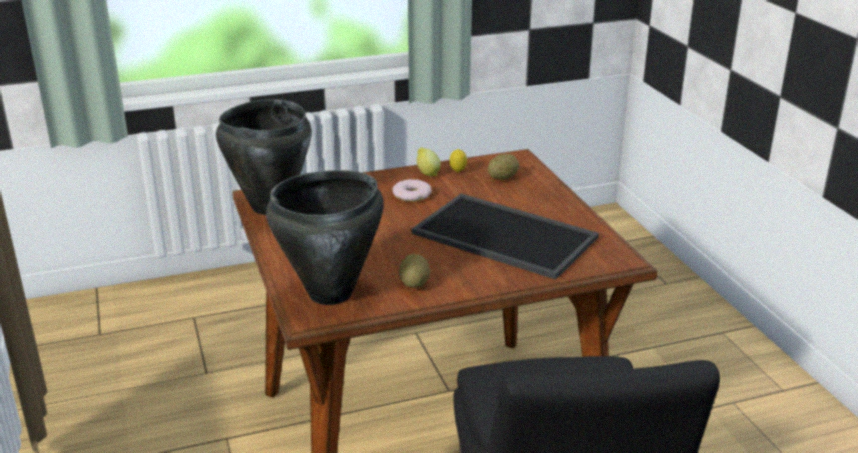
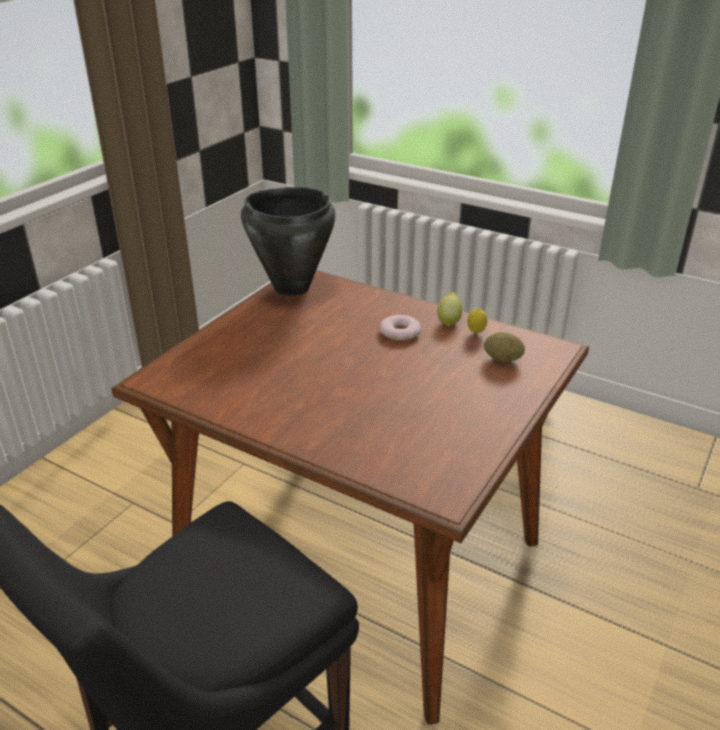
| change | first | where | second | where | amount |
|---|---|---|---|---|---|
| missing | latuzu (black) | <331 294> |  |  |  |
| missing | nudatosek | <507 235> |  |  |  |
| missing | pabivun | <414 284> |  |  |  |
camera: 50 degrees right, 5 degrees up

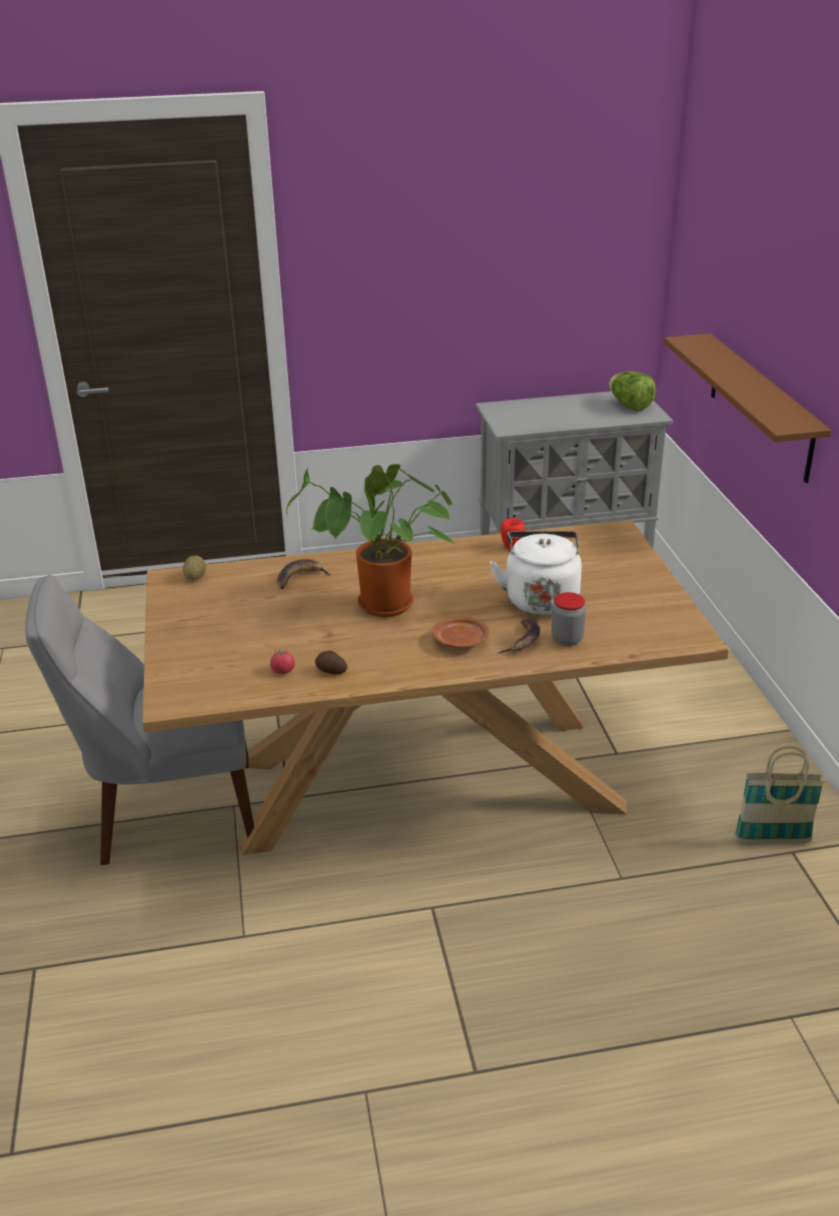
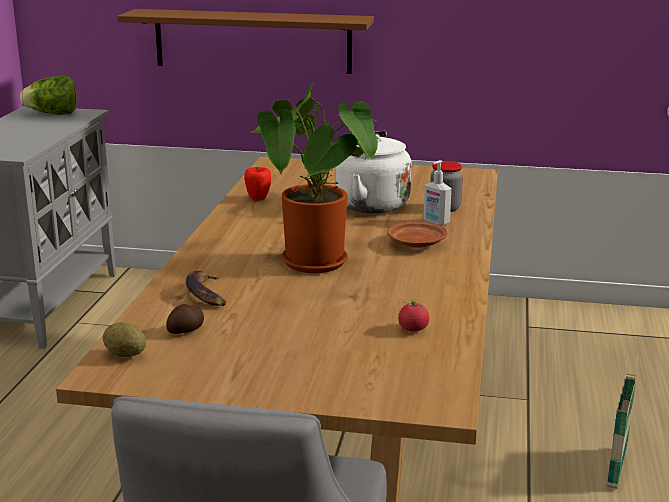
| change | first | where | second | where | amount |
|---|---|---|---|---|---|
| exchanged | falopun | <522 641> | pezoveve | <435 222> |  |
| relocated | pabivun | <330 671> |  | <186 331> |  |
| relocated | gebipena | <772 841> |  | <616 468> |  |
camera: 70 degrees left, 10 degrees down

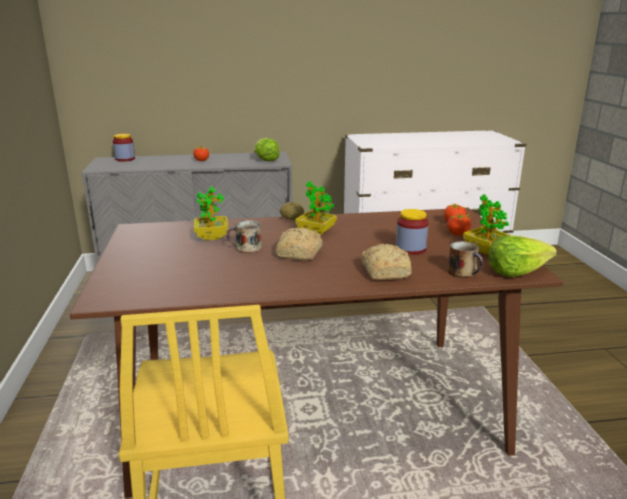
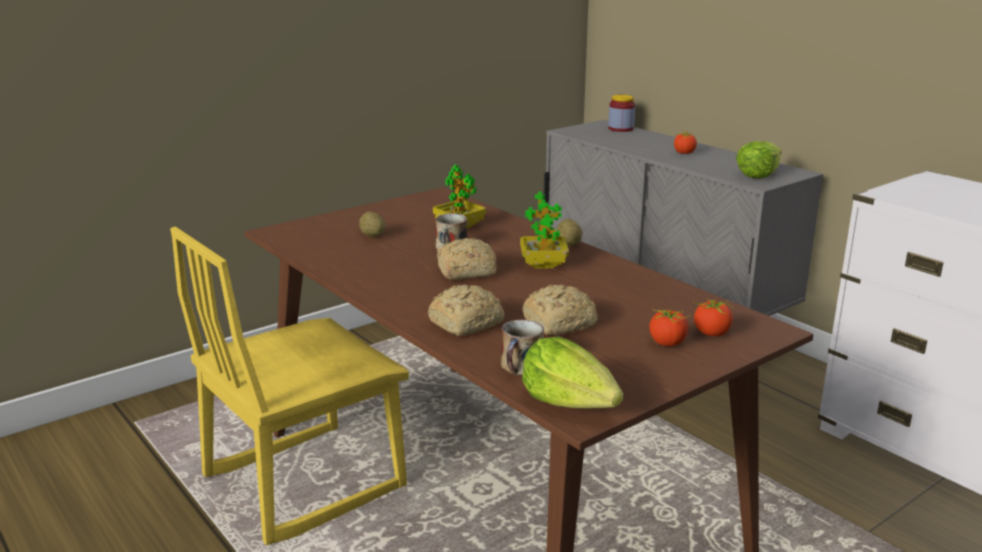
| change | first | where | second | where | amount |
|---|---|---|---|---|---|
| missing | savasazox | <485 250> |  |  |  |
| exchanged | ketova | <410 249> | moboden | <561 323> |  |
| appeared |  |  | pabivun | <372 236> |  |
camera: 60 degrees right, 0 degrees up

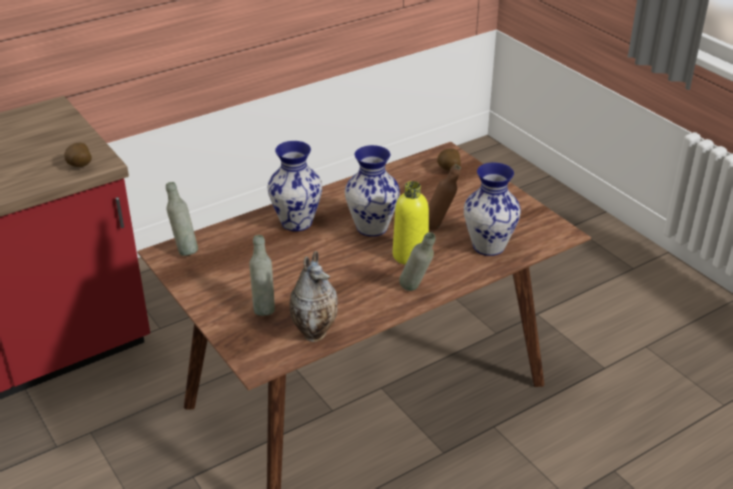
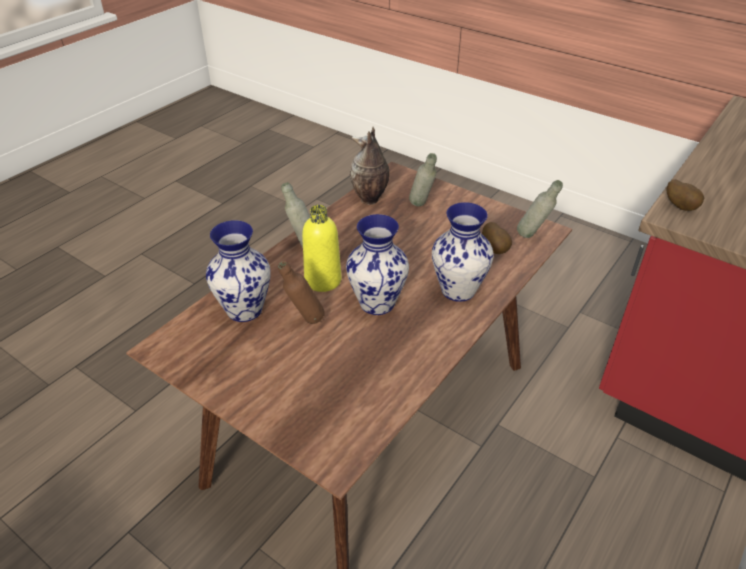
| change | first | where | second | where | amount |
|---|---|---|---|---|---|
| relocated | pabivun | <448 170> |  | <495 249> |  |
camera: 160 degrees right, 5 degrees up

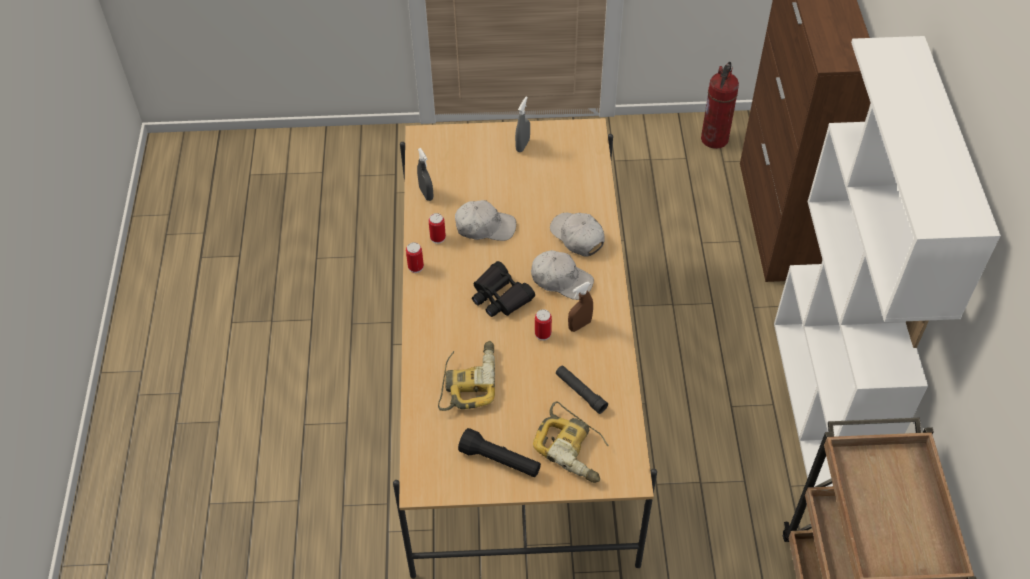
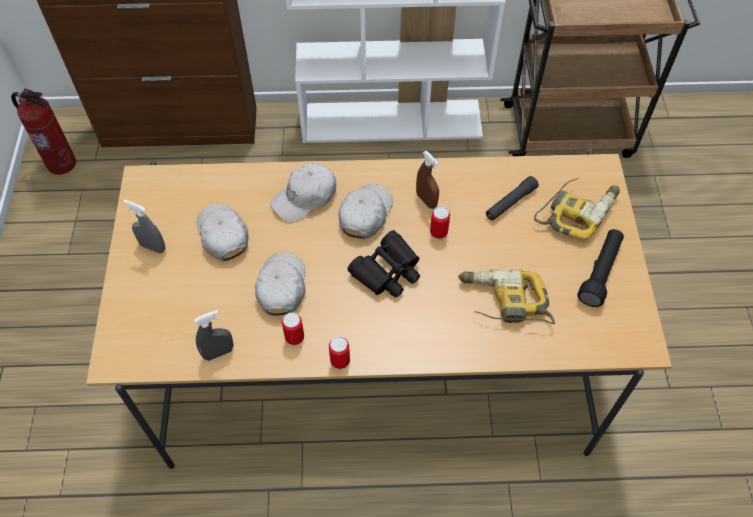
| change | first | where | second | where | amount |
|---|---|---|---|---|---|
| appeared |  |  | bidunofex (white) | <223 235> |  |
camera: 90 degrees left, 5 degrees up

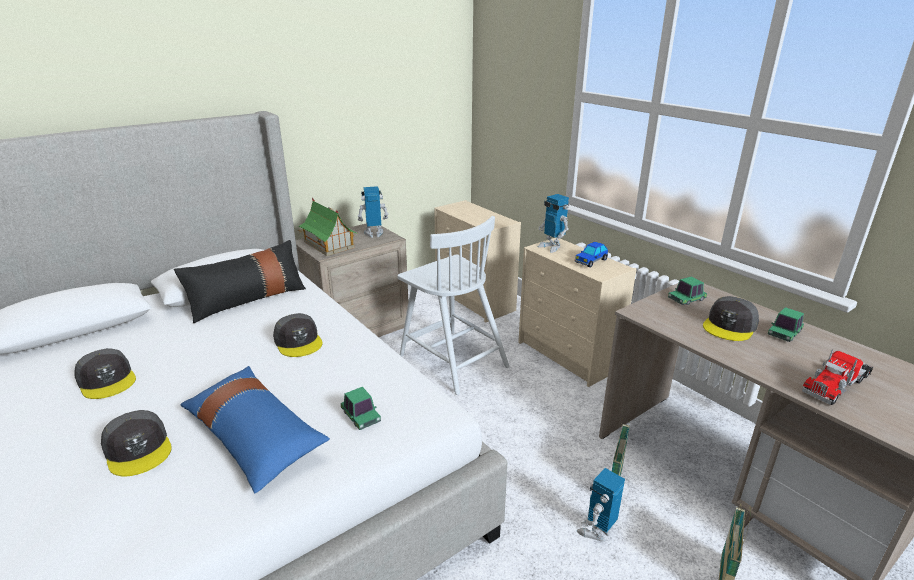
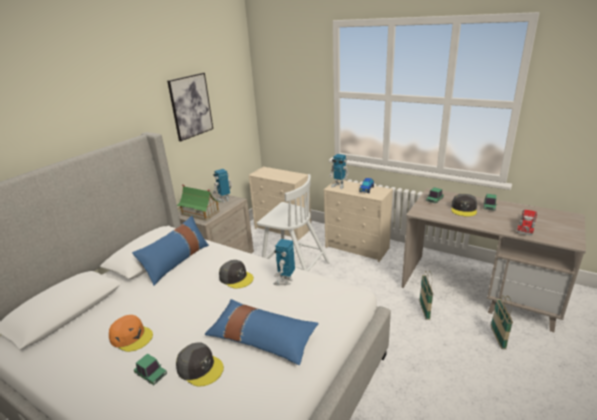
| change | first | where | second | where | amount |
|---|---|---|---|---|---|
| colour | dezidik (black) | <248 300> | dezidik (blue) | <177 261> |  |
| colour | bidunofex (grey) | <107 380> | bidunofex (orange) | <131 337> |  |
| relocated | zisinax | <360 416> |  | <151 374> |  |
| relocated | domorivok | <597 531> |  | <285 281> |  |
| appeared |  |  | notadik | <191 106> |  |
camera: 20 degrees left, 0 degrees up

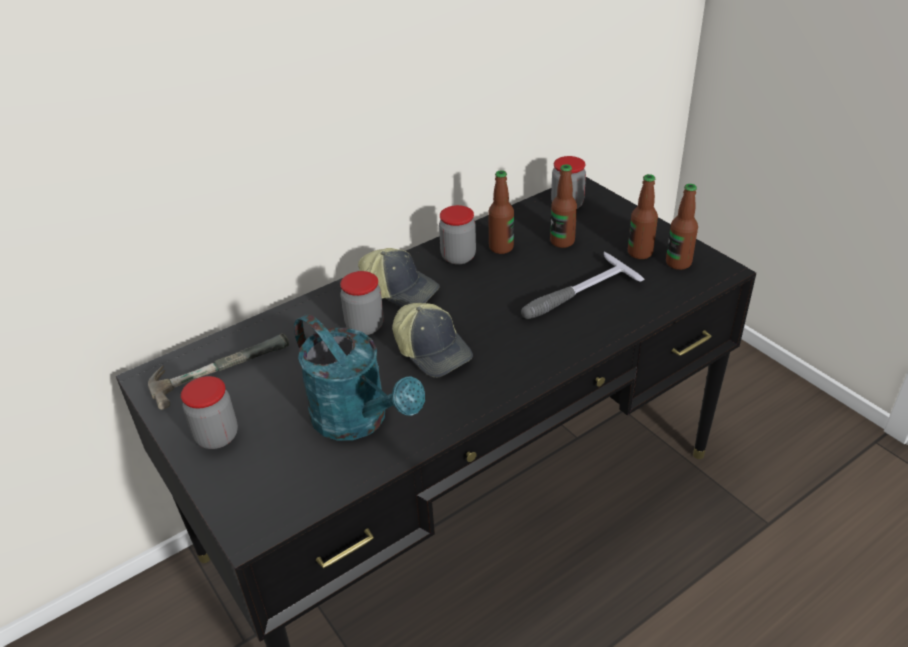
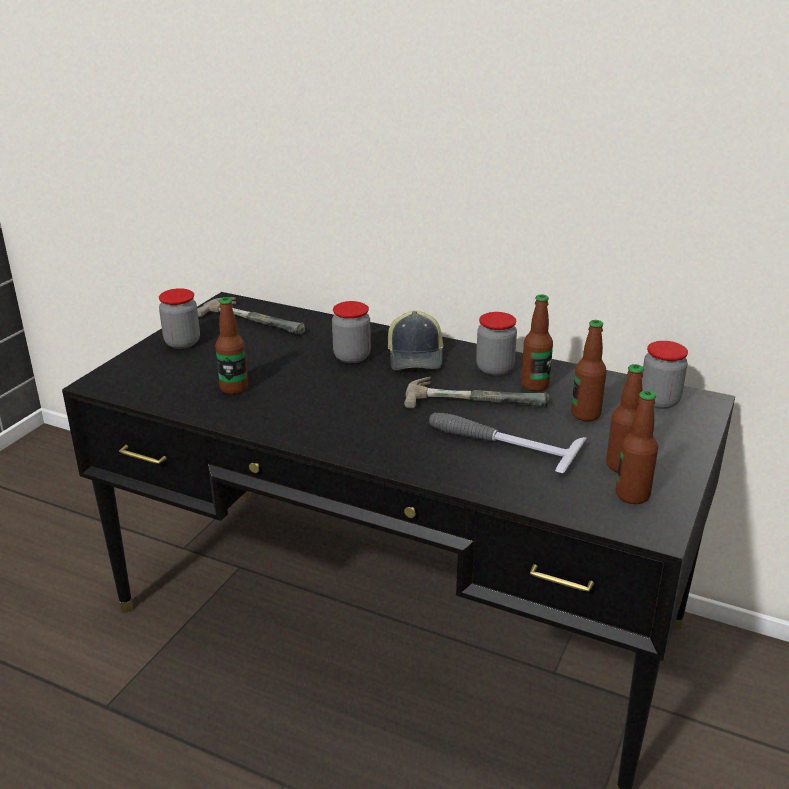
| change | first | where | second | where | amount |
|---|---|---|---|---|---|
| missing | bidunofex | <433 350> |  |  |  |
| exchanged | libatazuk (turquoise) | <359 420> | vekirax | <234 388> |  |
| appeared |  |  | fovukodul | <475 397> |  |
camera: 60 degrees right, 10 degrees down

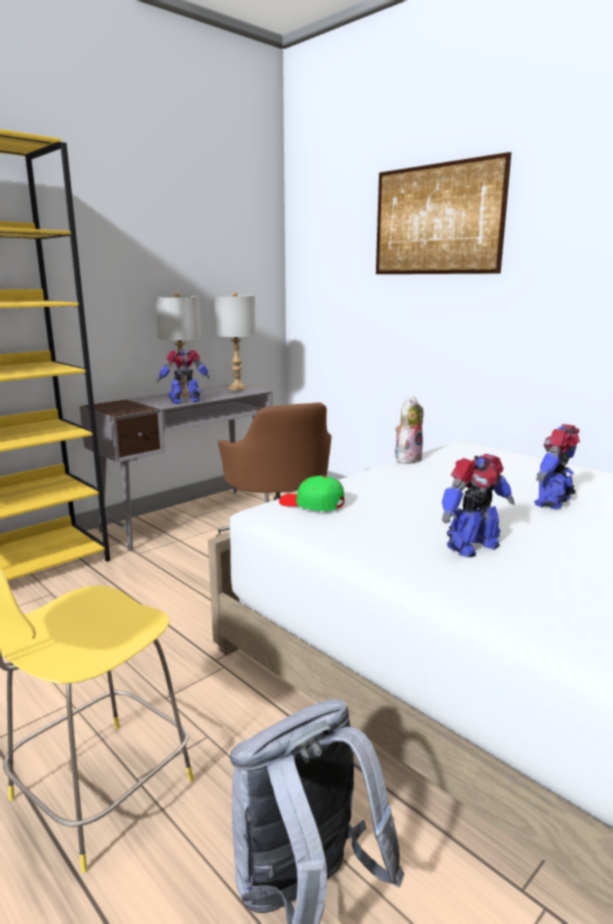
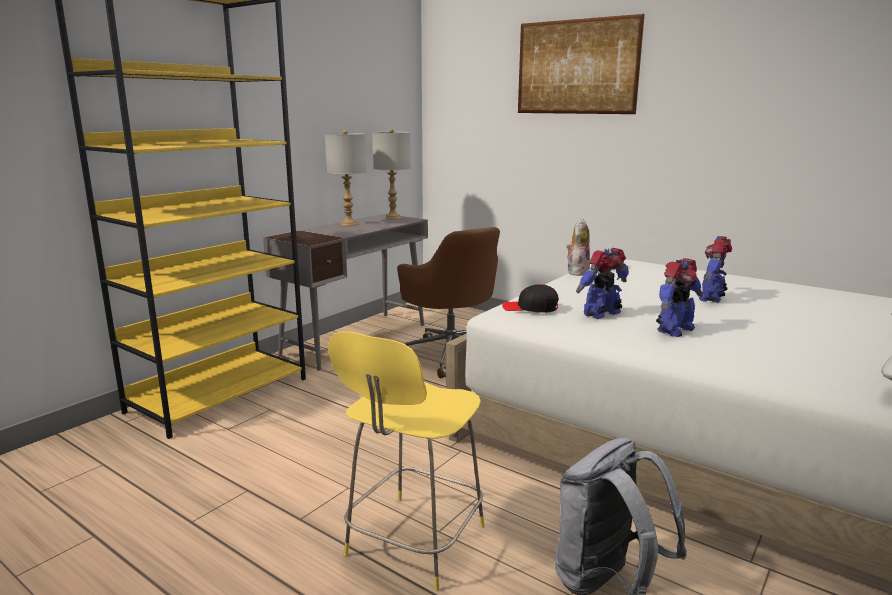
| change | first | where | second | where | amount |
|---|---|---|---|---|---|
| relocated | domorivok | <186 402> |  | <603 314> |  |
| colour | bidunofex (green) | <312 504> | bidunofex (black) | <530 308> |  |
camera: 10 degrees left, 0 degrees up

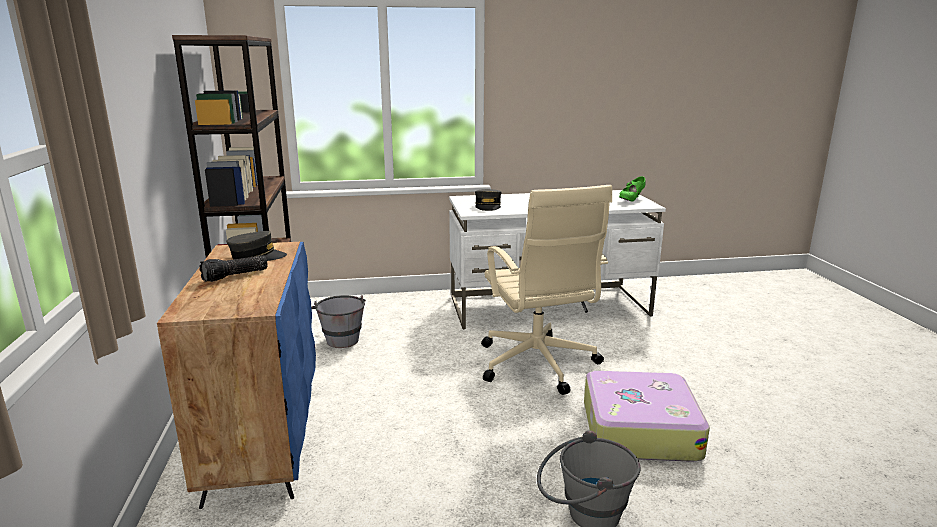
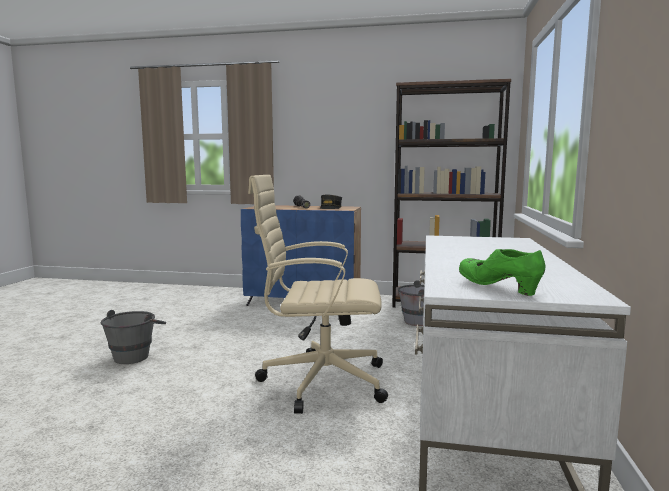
| change | first | where | second | where | amount |
|---|---|---|---|---|---|
| missing | bidunofex (grey) | <488 206> |  |  |  |
| missing | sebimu | <638 429> |  |  |  |
camera: 110 degrees right, 10 degrees down

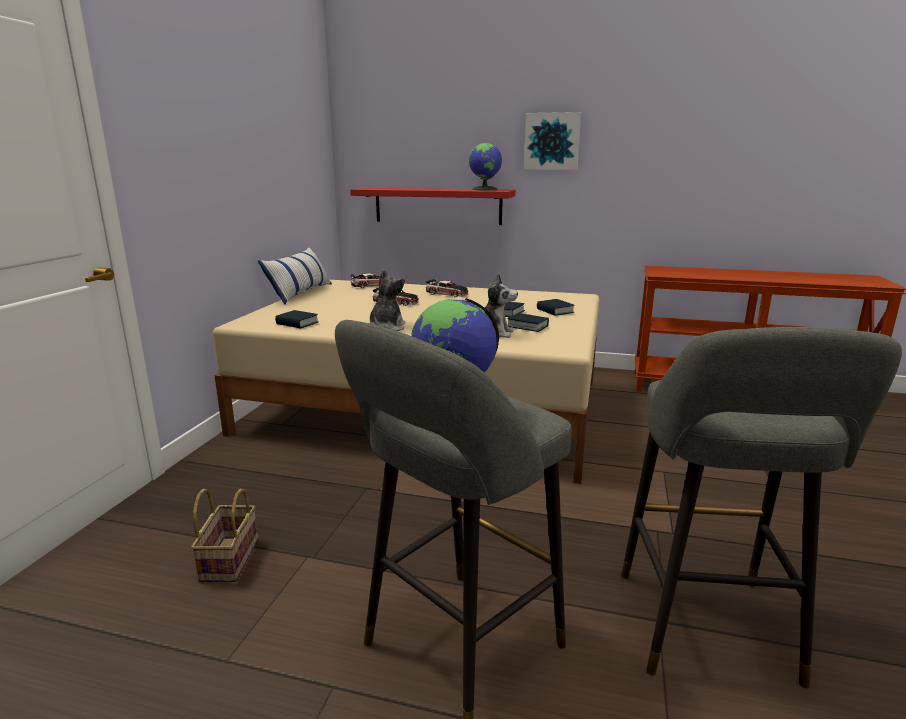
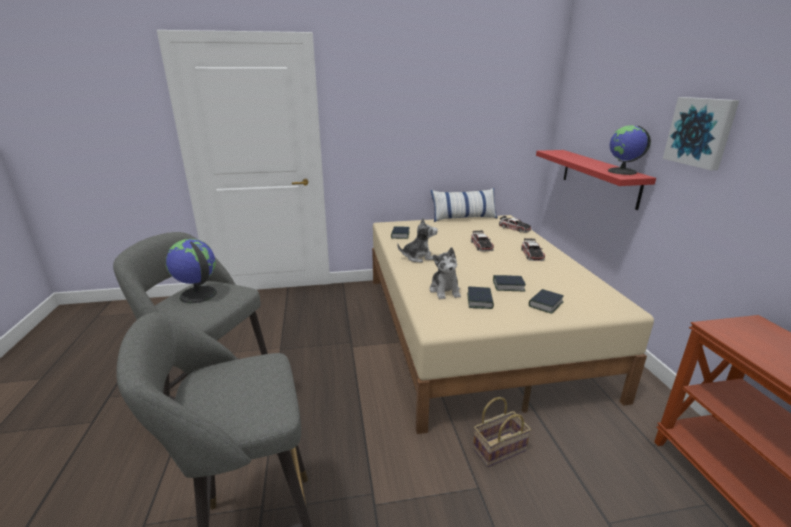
| change | first | where | second | where | amount |
|---|---|---|---|---|---|
| relocated | gebipena | <229 558> |  | <499 448> |  |
camera: 65 degrees right, 5 degrees up

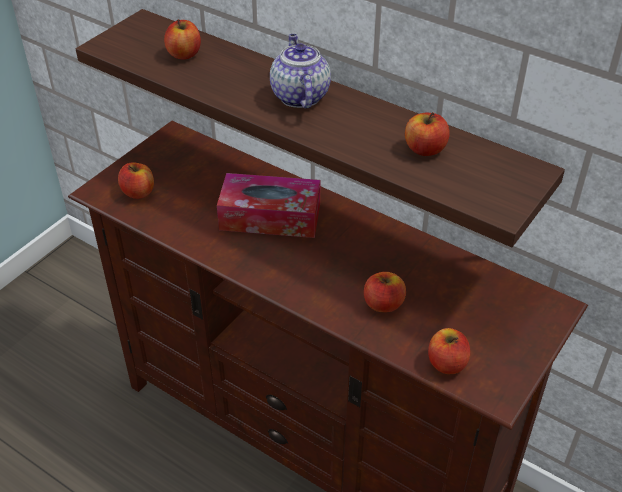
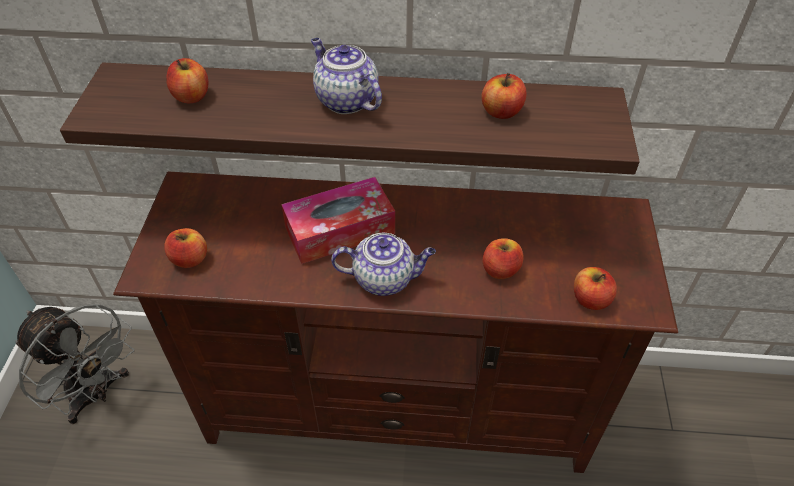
| change | first | where | second | where | amount |
|---|---|---|---|---|---|
| appeared |  |  | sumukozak | <385 278> |  |
| appeared |  |  | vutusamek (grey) | <97 394> |  |
camera: 30 degrees left, 5 degrees up

